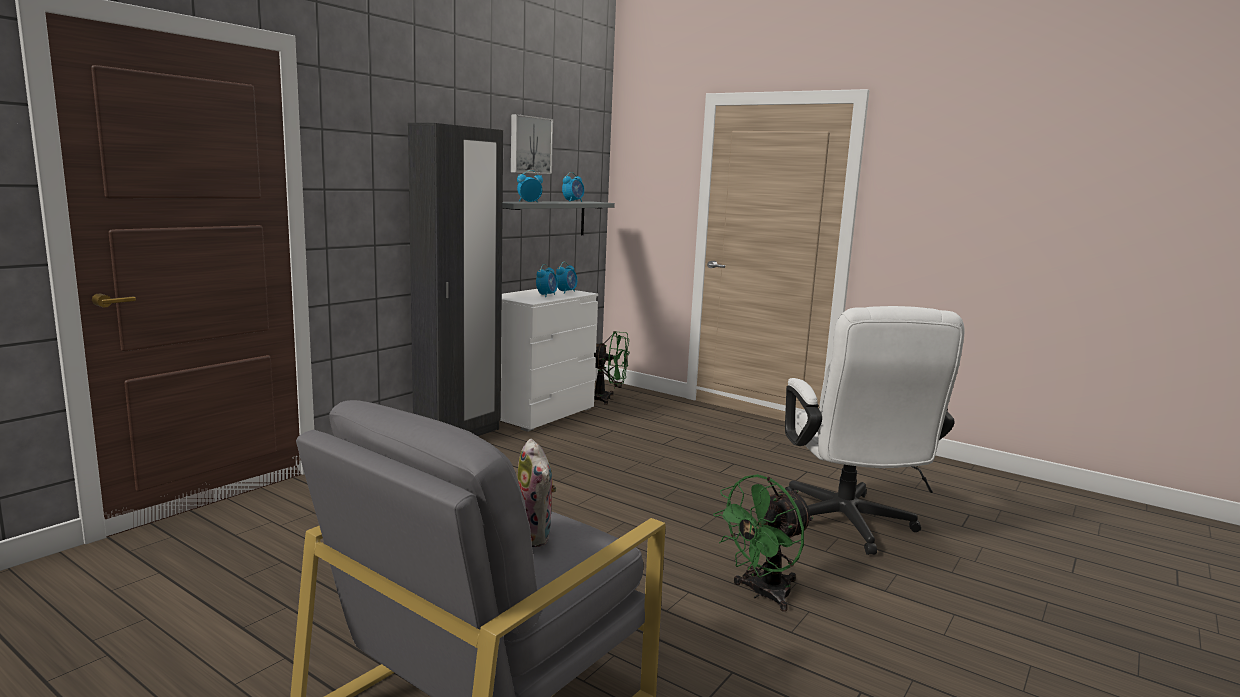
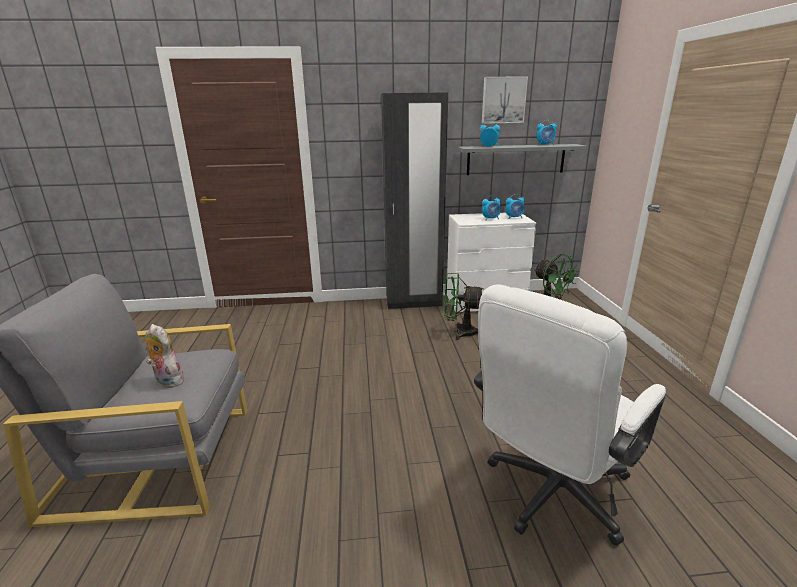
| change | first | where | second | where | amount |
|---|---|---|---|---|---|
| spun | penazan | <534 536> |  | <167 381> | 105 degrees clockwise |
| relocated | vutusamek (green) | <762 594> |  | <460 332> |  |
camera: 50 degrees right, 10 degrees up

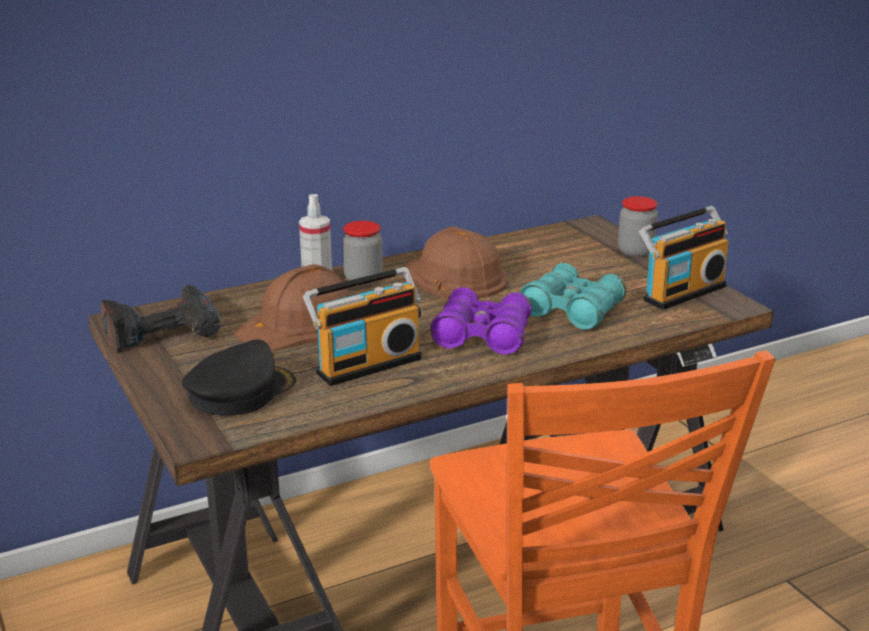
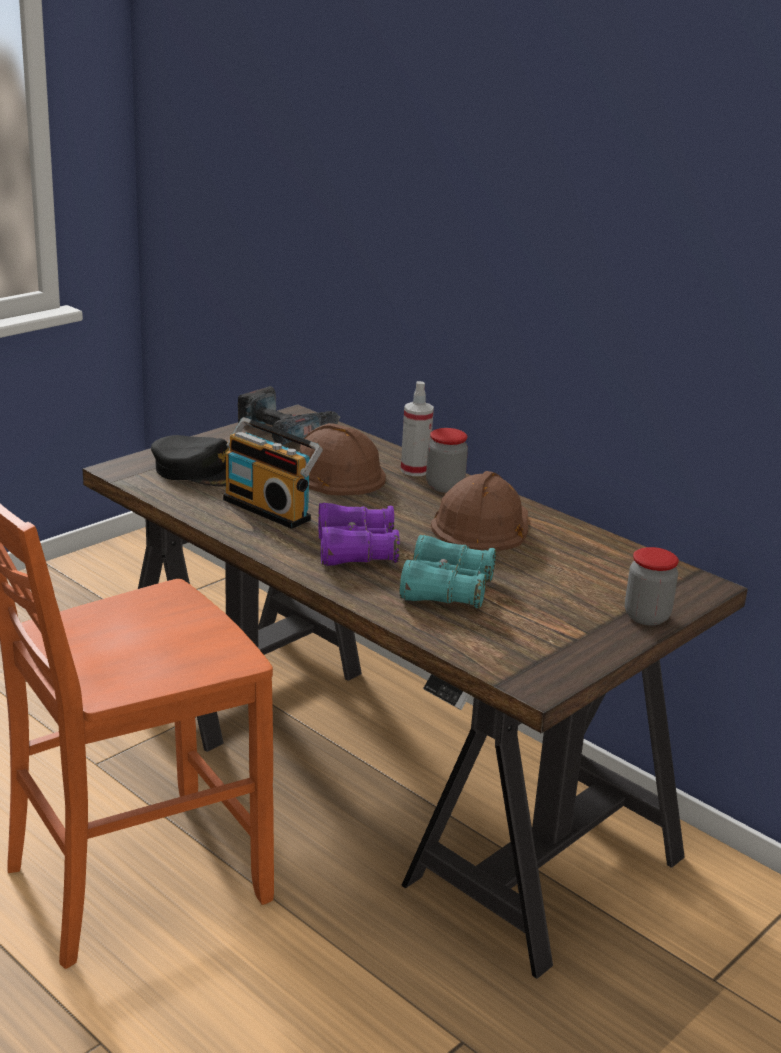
| change | first | where | second | where | amount |
|---|---|---|---|---|---|
| missing | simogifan | <681 292> |  |  |  |
camera: 70 degrees right, 0 degrees up

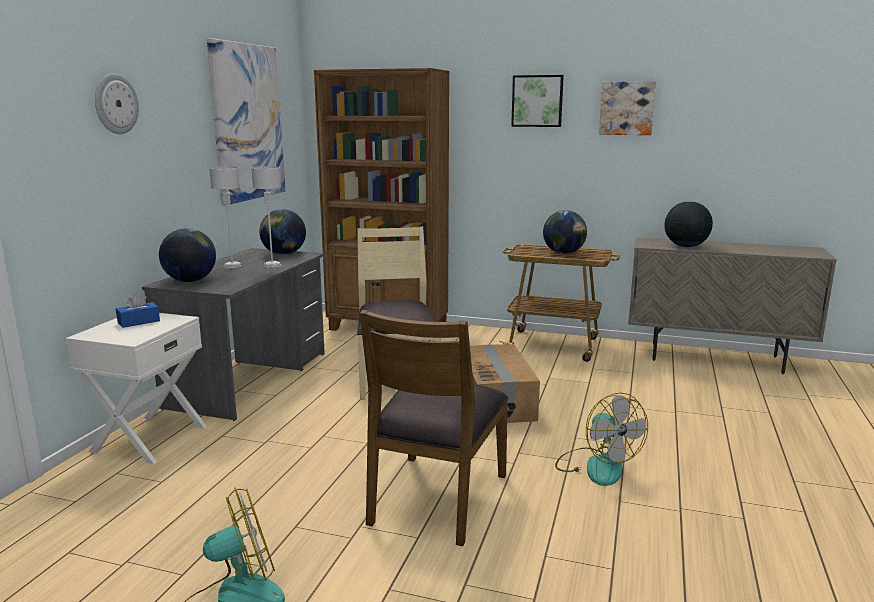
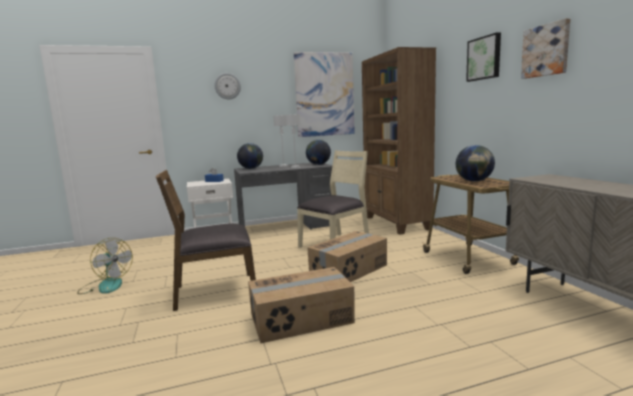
| change | first | where | second | where | amount |
|---|---|---|---|---|---|
| missing | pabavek | <685 246> |  |  |  |
| exchanged | vutusamek | <596 466> | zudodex | <302 319> |  |
camera: 55 degrees right, 5 degrees down

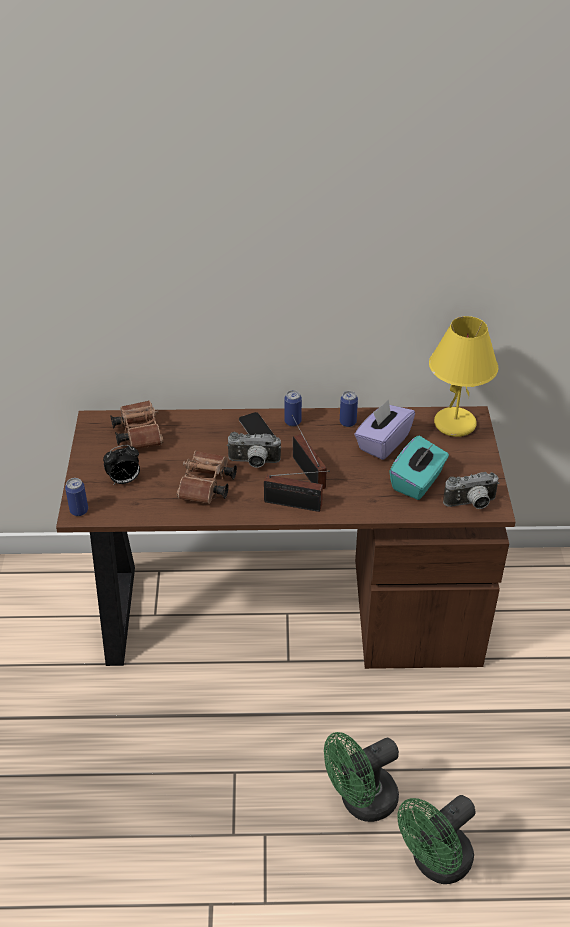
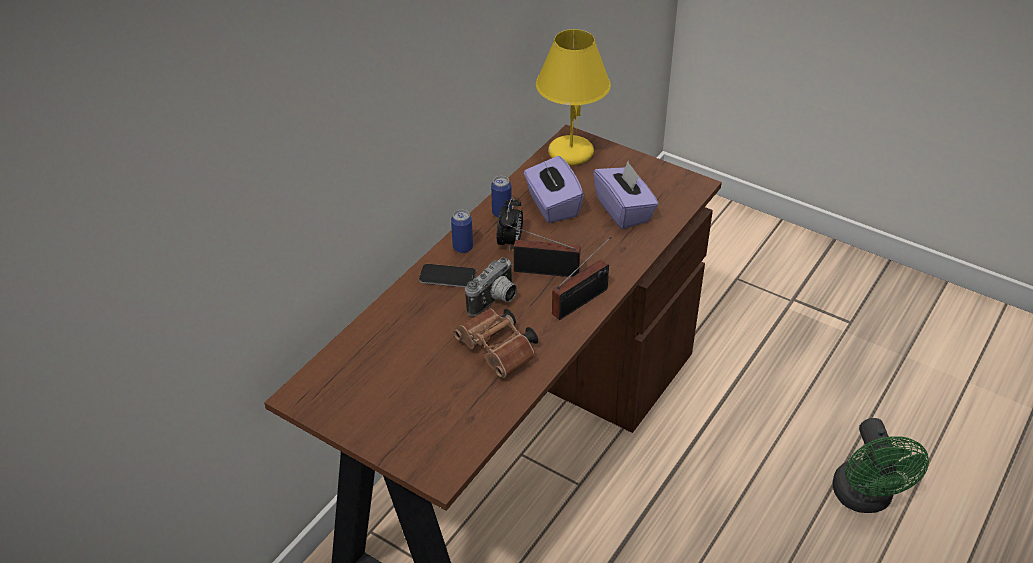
| change | first | where | second | where | amount |
|---|---|---|---|---|---|
| missing | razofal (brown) | <138 433> |  |  |  |
| colour | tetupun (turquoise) | <417 482> | tetupun (purple) | <624 210> |  |
| relocated | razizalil | <124 480> |  | <510 242> |  |
| missing | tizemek | <471 504> |  |  |  |
| missing | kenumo | <79 510> |  |  |  |
| missing | vutusamek (green) | <360 801> |  |  |  |
camera: 55 degrees left, 0 degrees up

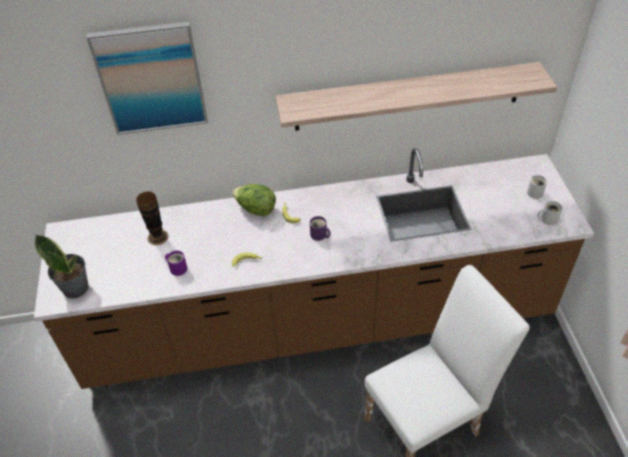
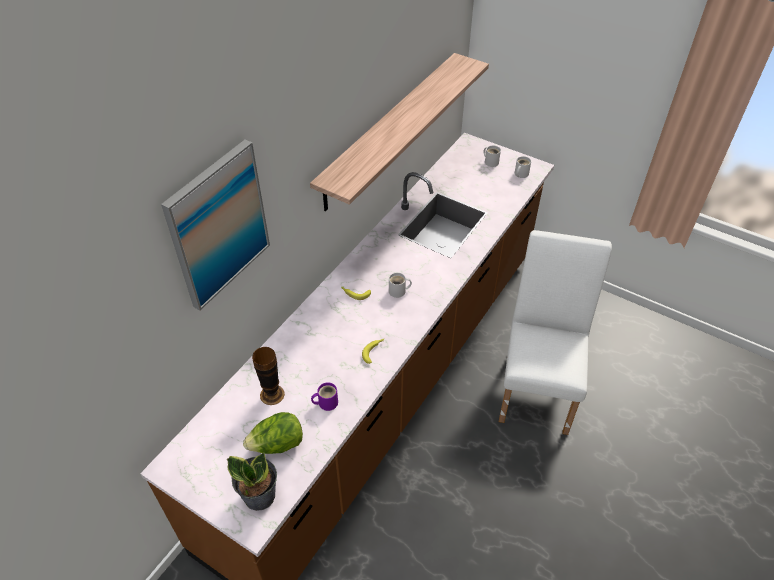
| change | first | where | second | where | amount |
|---|---|---|---|---|---|
| relocated | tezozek | <255 209> |  | <277 445> |  |
| colour | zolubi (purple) | <319 235> | zolubi (white) | <399 291> |  |
camera: 50 degrees left, 0 degrees up

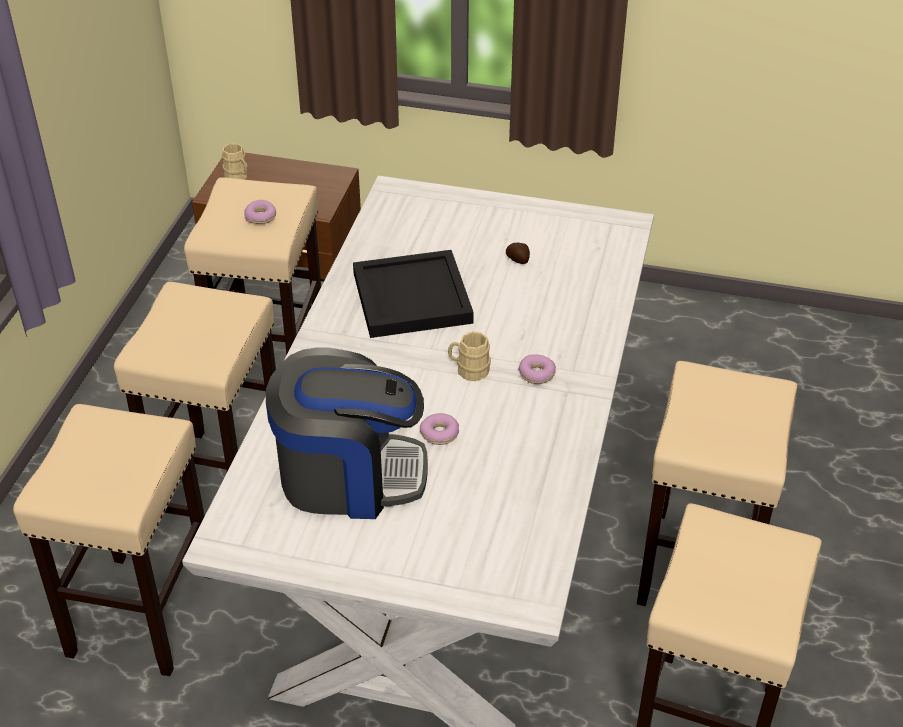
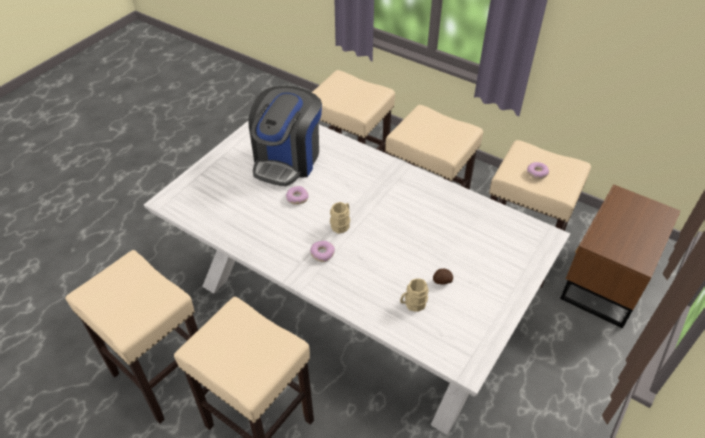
| change | first | where | second | where | amount |
|---|---|---|---|---|---|
| relocated | zolubi (beige) | <238 176> |  | <412 304> |  |
| missing | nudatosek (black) | <410 297> |  |  |  |
camera: 110 degrees right, 5 degrees up

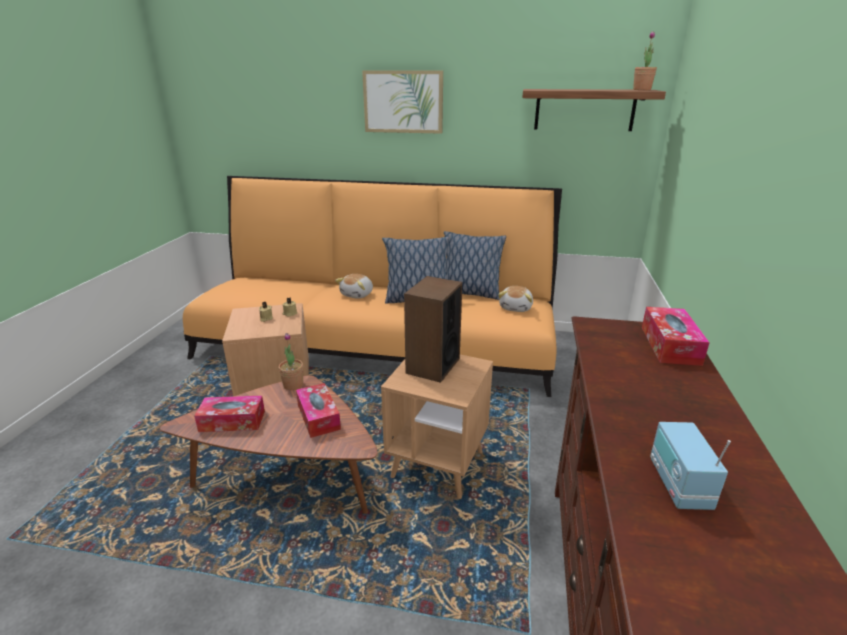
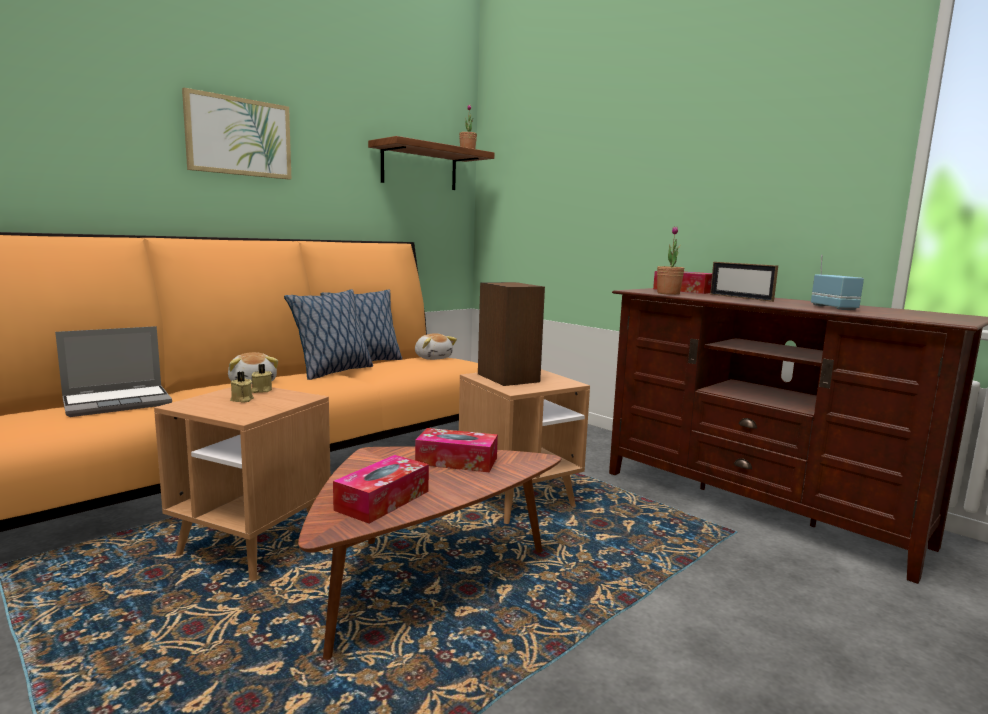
| change | first | where | second | where | amount |
|---|---|---|---|---|---|
| relocated | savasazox | <293 385> |  | <668 293> |  |
| spun | simogifan | <678 485> |  | <834 307> | 135 degrees counterclockwise |
| appeared |  |  | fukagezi | <740 297> |  |
| appeared |  |  | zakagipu | <119 402> |  |
camera: 55 degrees left, 15 degrees down

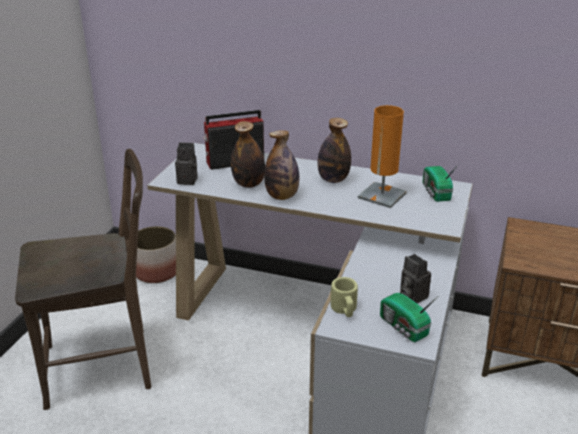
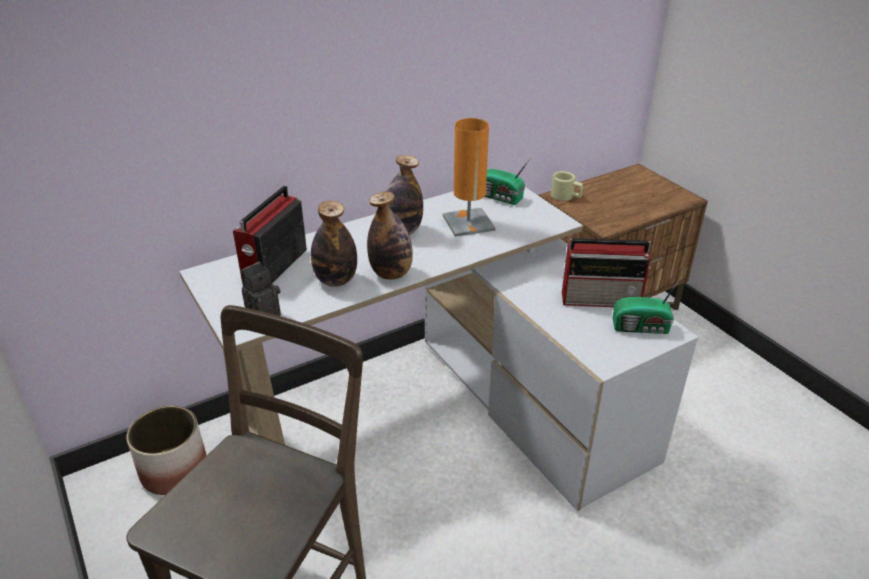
| change | first | where | second | where | amount |
|---|---|---|---|---|---|
| exchanged | tizemek | <411 296> | simogifan | <602 299> |  |
| relocated | zolubi (beige) | <344 309> |  | <566 197> |  |
camera: 50 degrees left, 5 degrees up

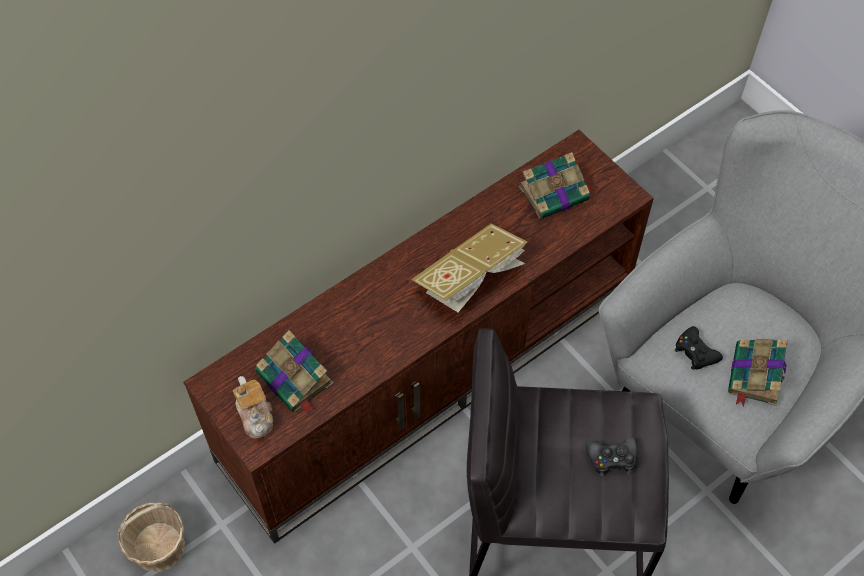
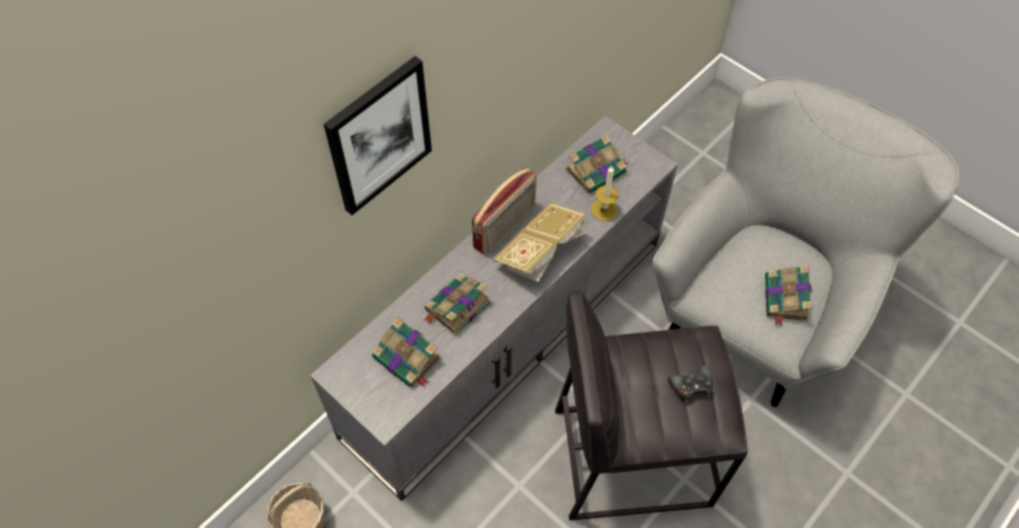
| change | first | where | second | where | amount |
|---|---|---|---|---|---|
| colour | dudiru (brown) | <430 370> | dudiru (grey) | <506 333> |  |
| missing | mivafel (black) | <695 352> |  |  |  |
| missing | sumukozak | <256 415> |  |  |  |
| appeared |  |  | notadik | <378 136> |  |
| appeared |  |  | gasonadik | <604 210> |  |
| appeared |  |  | simogifan | <505 227> |  |
| appeared |  |  | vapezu | <456 307> |  |
camera: 10 degrees left, 0 degrees up

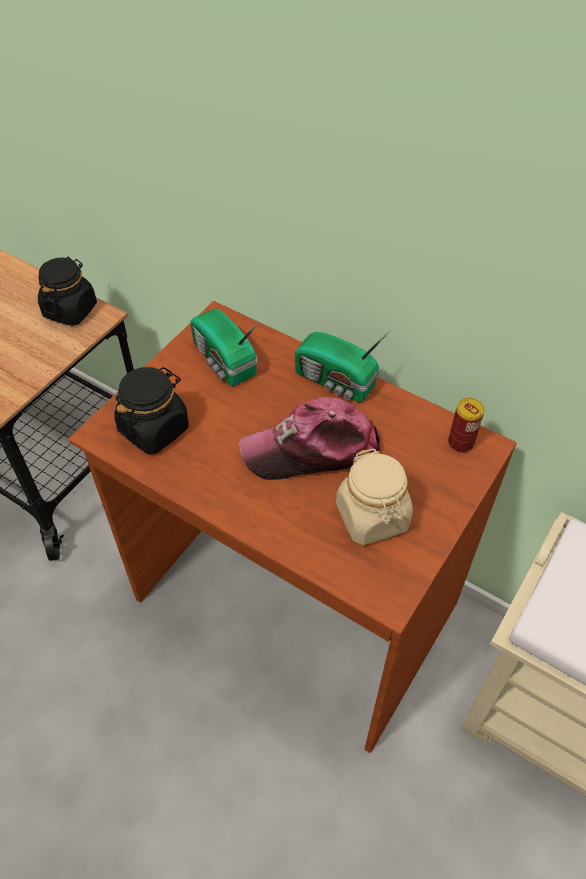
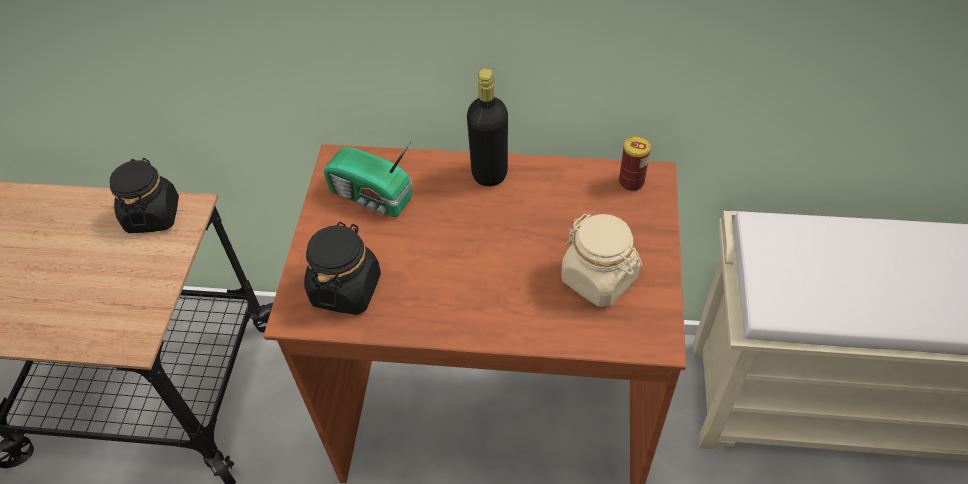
| change | first | where | second | where | amount |
|---|---|---|---|---|---|
| exchanged | simogifan | <336 382> | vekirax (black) | <489 173> |  |
| missing | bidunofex | <312 450> |  |  |  |
camera: 25 degrees left, 0 degrees up

